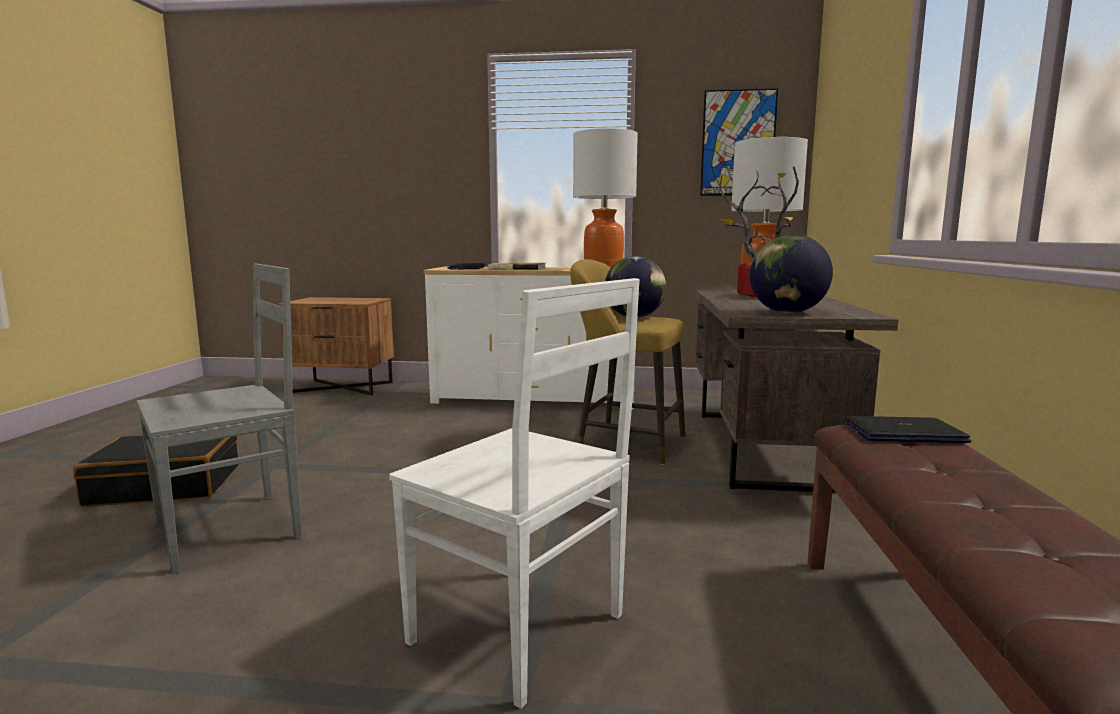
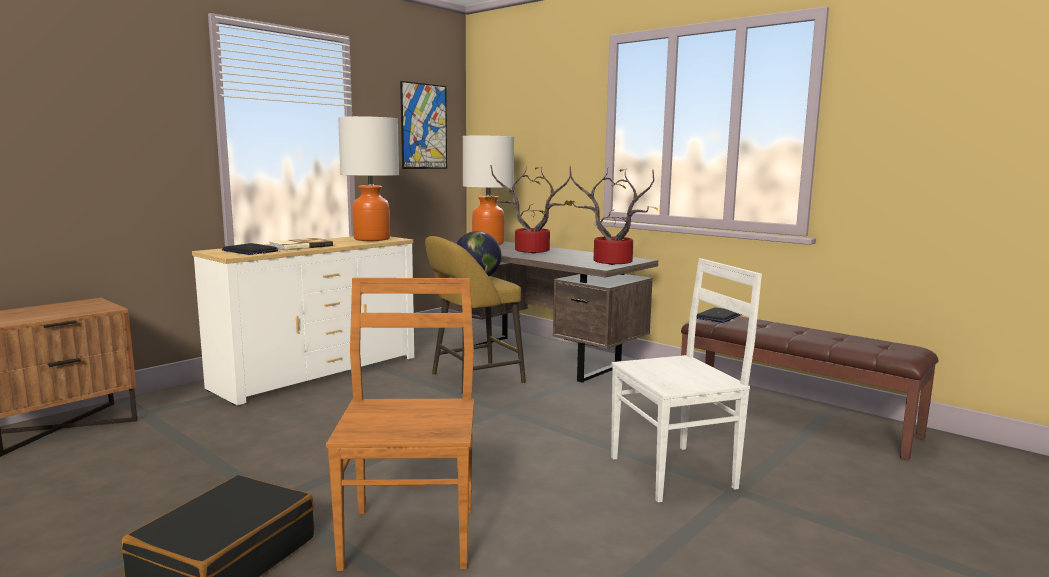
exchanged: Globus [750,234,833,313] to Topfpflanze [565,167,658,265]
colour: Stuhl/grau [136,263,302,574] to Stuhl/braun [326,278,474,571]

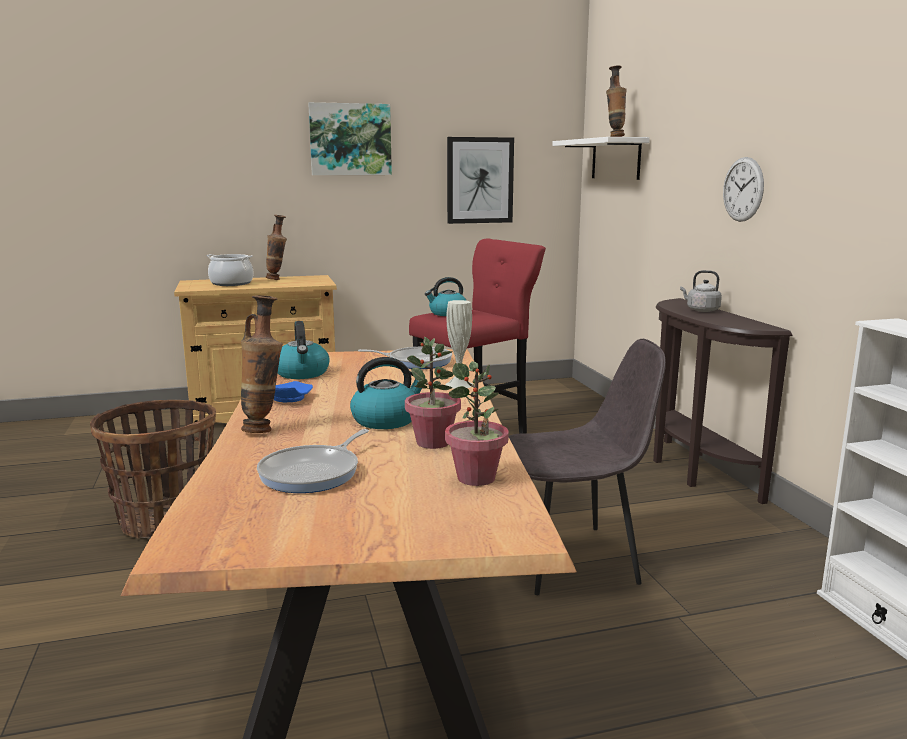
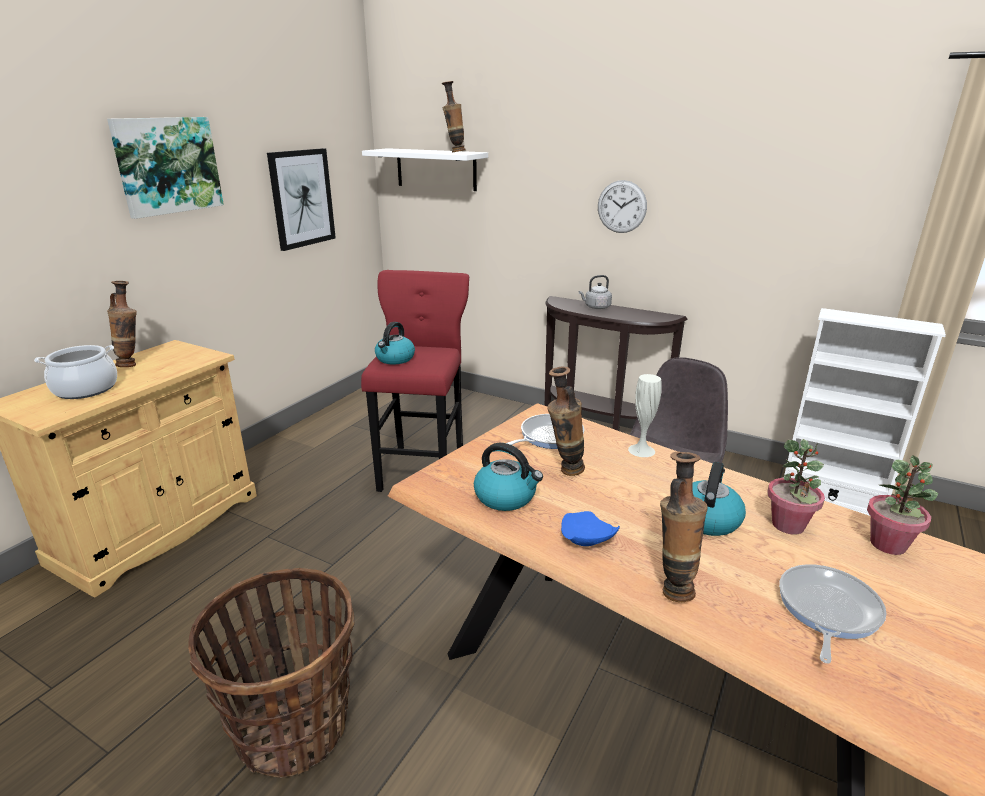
appeared: Vase [547,367,585,476]
spun: Pfanne [257,429,369,493] = [779,564,887,664] 135 degrees counterclockwise

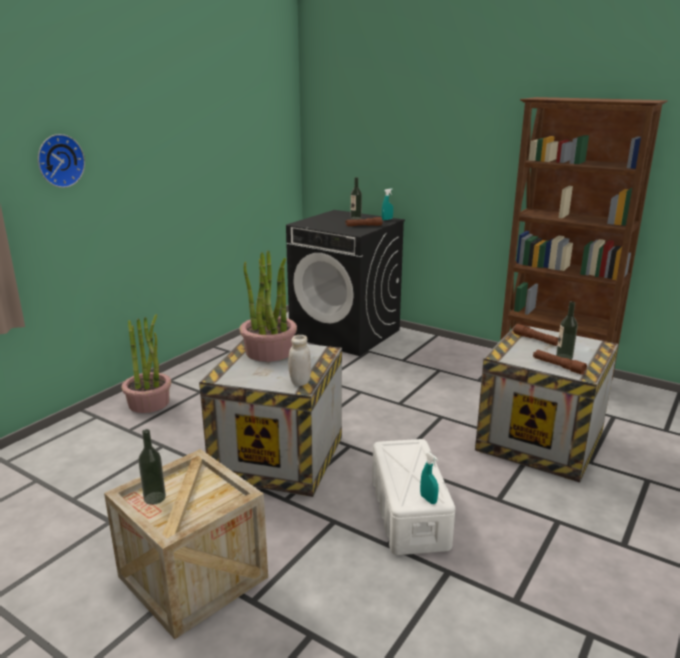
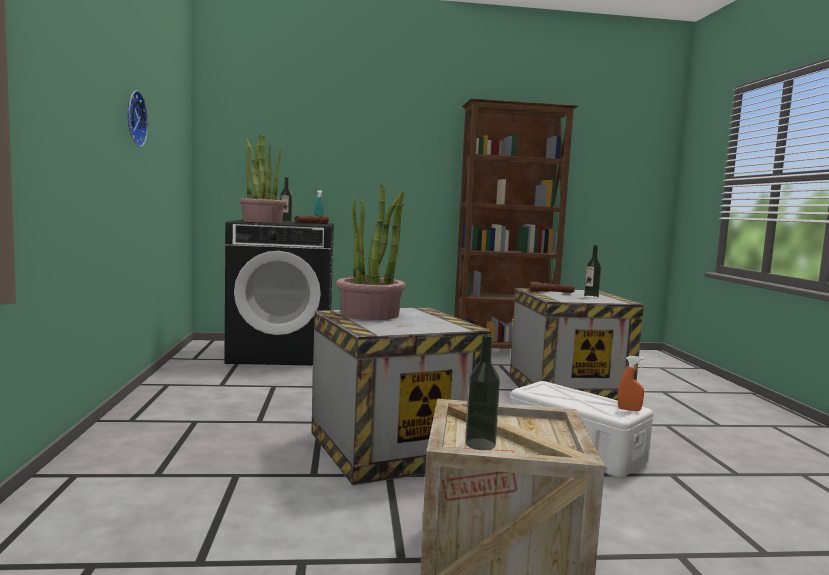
missing: Vorratsglas/weiß [288,335,311,386]; Taschenlampe/braun [533,350,587,375]
relocated: Wanduhr [38,134,85,188] to [127,90,148,147]; Topfpflanze [121,314,171,413] to [239,134,287,223]
colour: Sprühflasche/türkis [420,452,439,504] to Sprühflasche/orange [618,356,644,411]

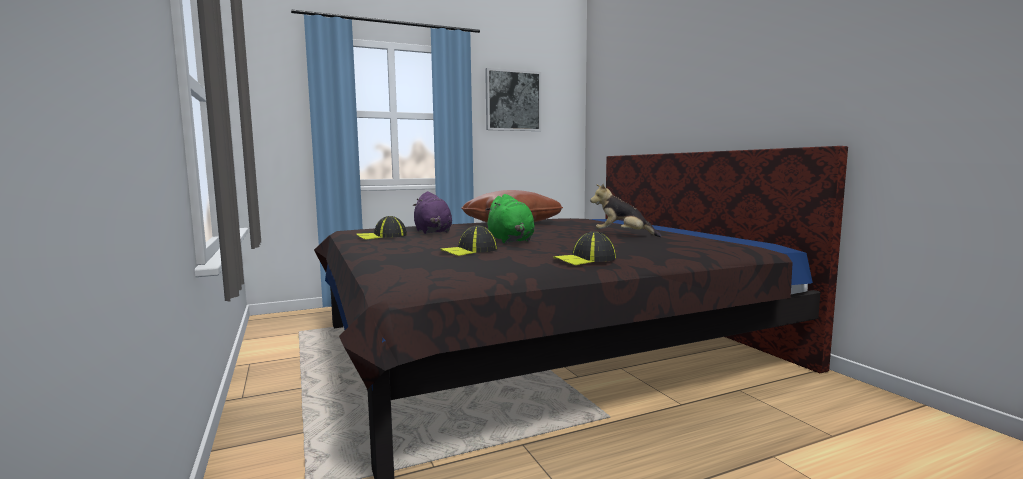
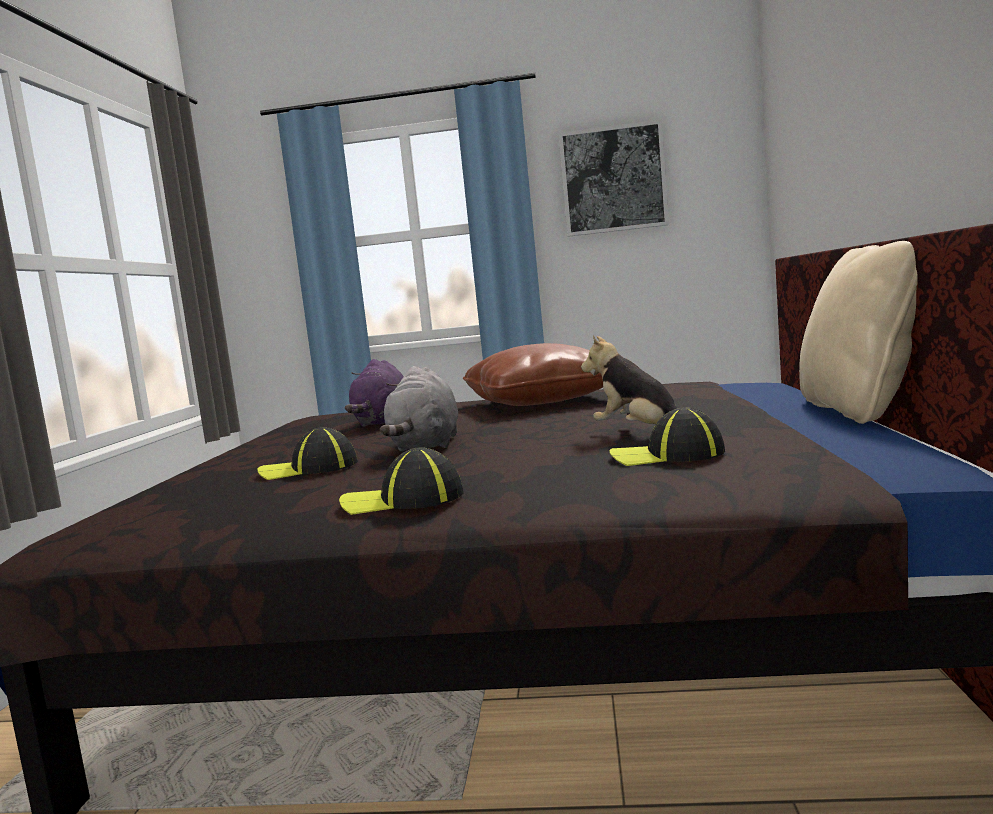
appeared: Kissen/beige [799,241,918,424]
relocated: Kappe [356,216,407,240] to [609,407,725,466]
colour: Plüschtier/grün [485,194,535,243] to Plüschtier/grau [380,366,458,451]

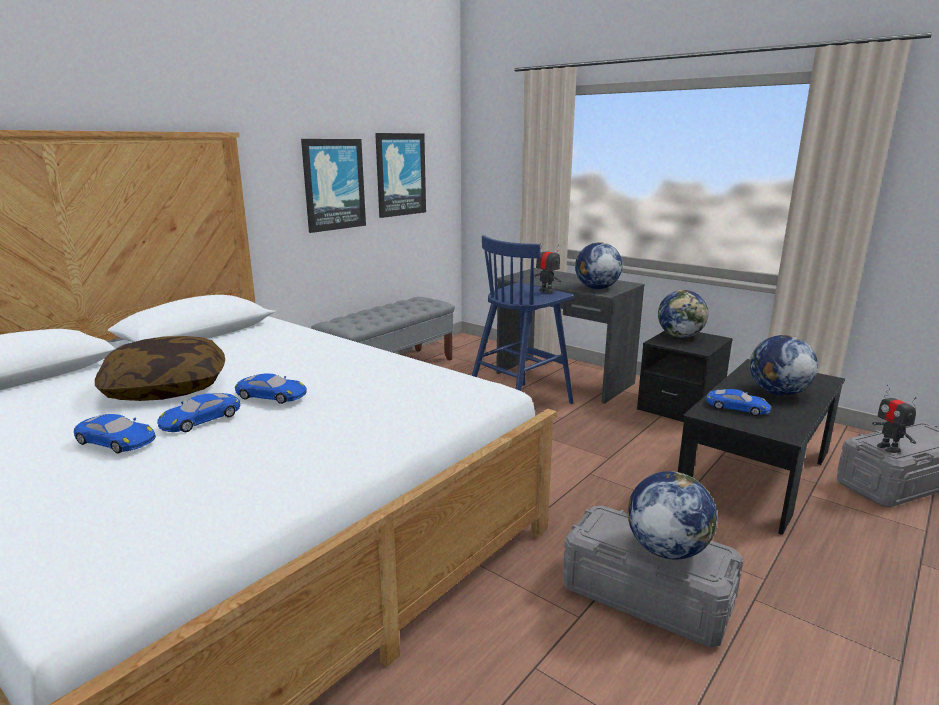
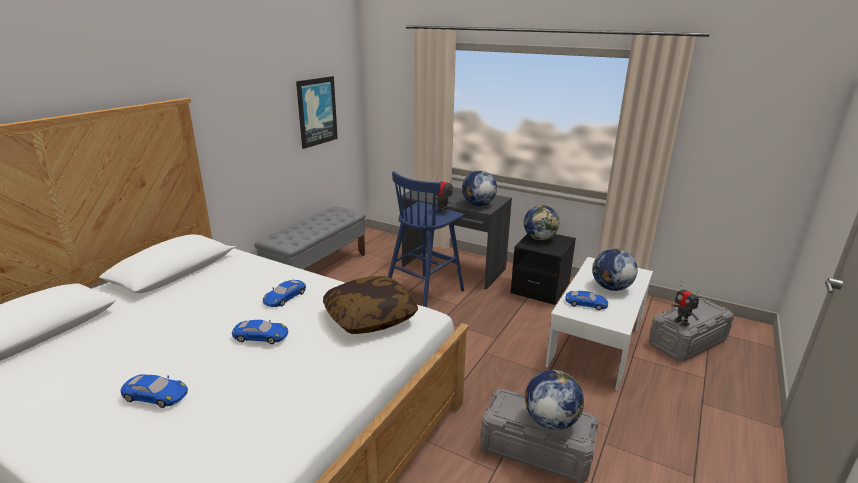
missing: Bild [301,139,366,233]
relocated: Kissen [95,336,225,401] to [323,276,418,334]; Spielzeugauto/blau [157,393,240,432] to [263,280,306,307]
colour: Couchtisch/schwarz [678,359,845,535] to Couchtisch/weiß [545,257,653,391]

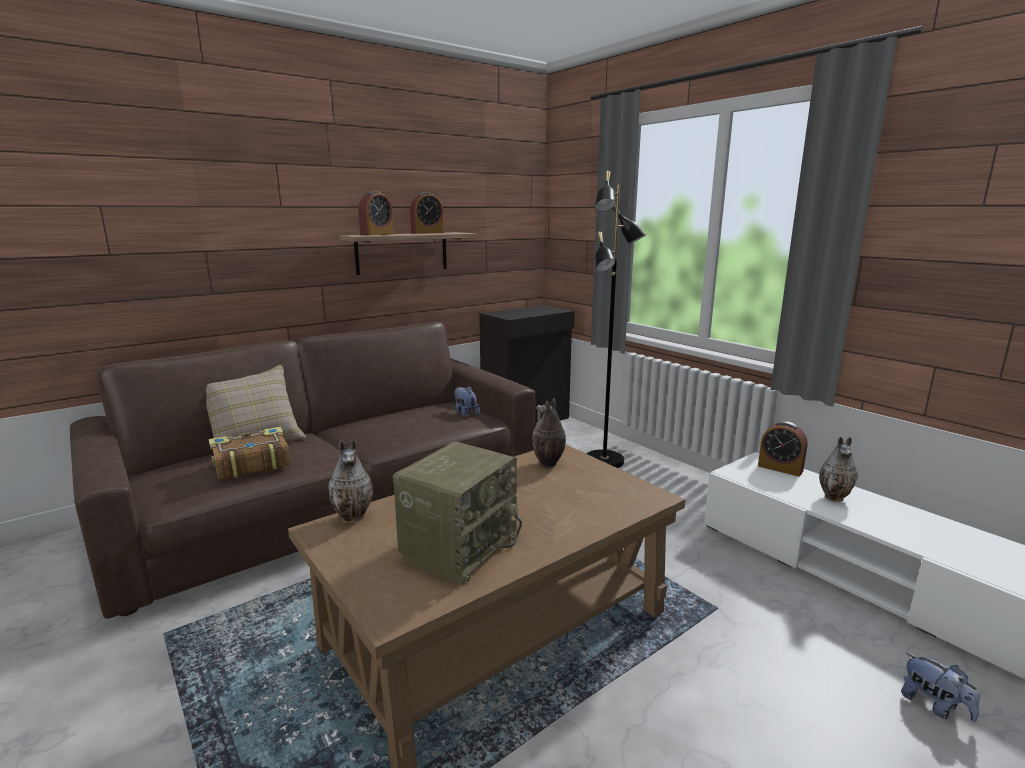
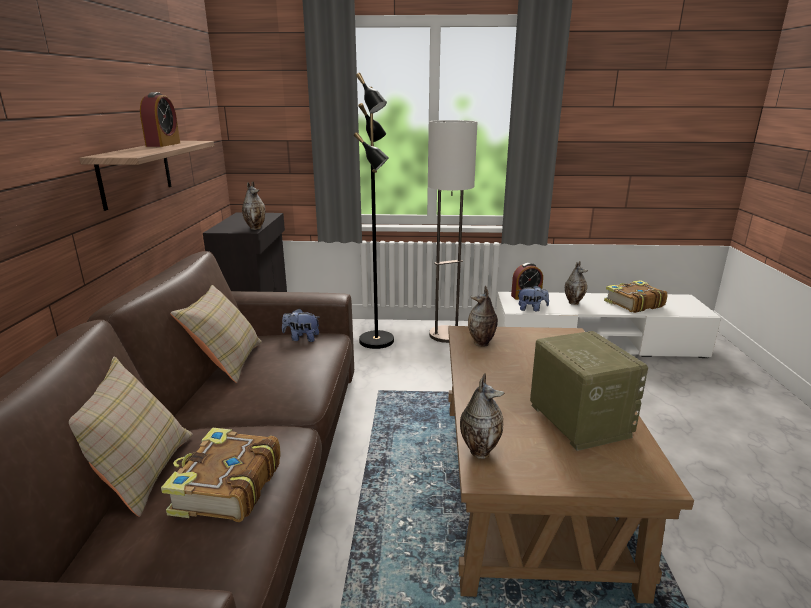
missing: Wecker [358,191,394,235]
appeared: Stehlampe [428,120,477,343]; Vase [242,181,265,230]; Buch [604,280,667,313]; Kissen/beige [170,285,262,383]
relocated: Plüschtier [901,653,980,722] to [517,285,549,311]

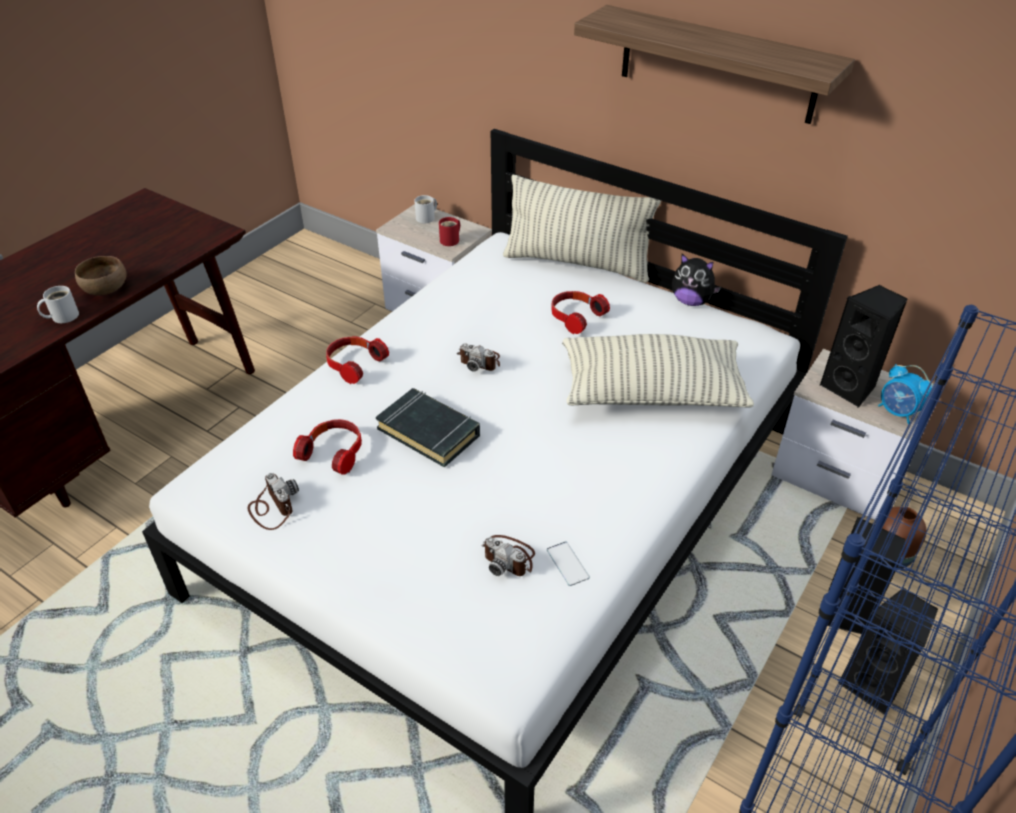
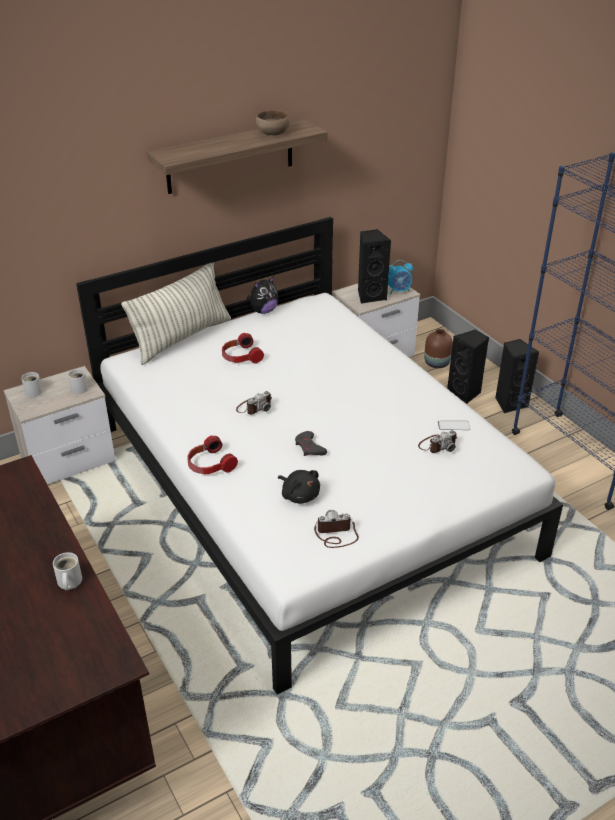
missing: Kissen [562,334,754,408]
relocated: Schüssel/braun [75,256,127,295] to [256,110,289,135]
exchanged: Buch/schwarz [376,388,480,468] to Gamepad/grau [295,431,327,456]; Kopfhörer [293,419,362,475] to Plüschtier/schwarz [278,470,320,504]
colour: Henkelbecher/rot [439,217,460,246] to Henkelbecher/weiß [68,369,88,394]

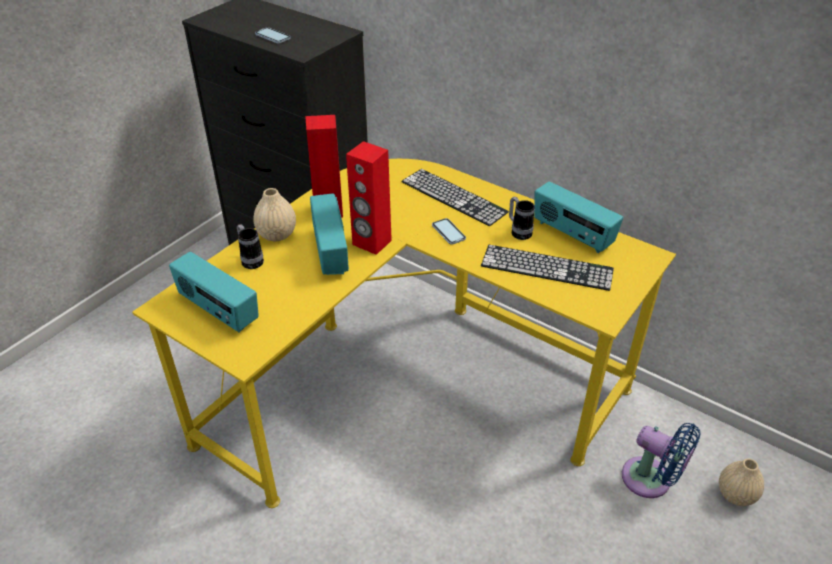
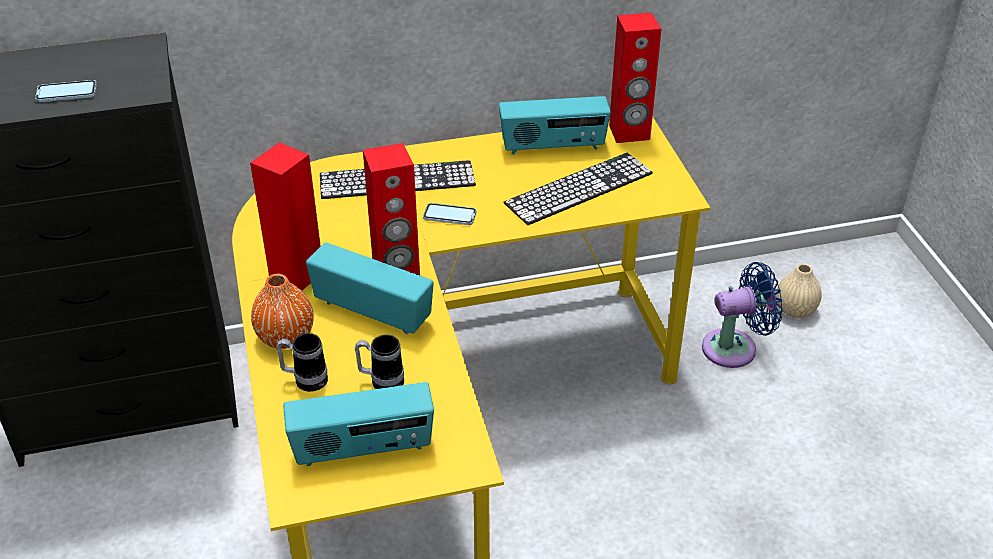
appeared: Lautsprecher/rot [609,13,662,143]
relocated: Henkelbecher [509,197,535,240] to [355,335,404,389]
colour: Vase/beige [253,188,296,241] to Vase/orange [251,274,314,349]

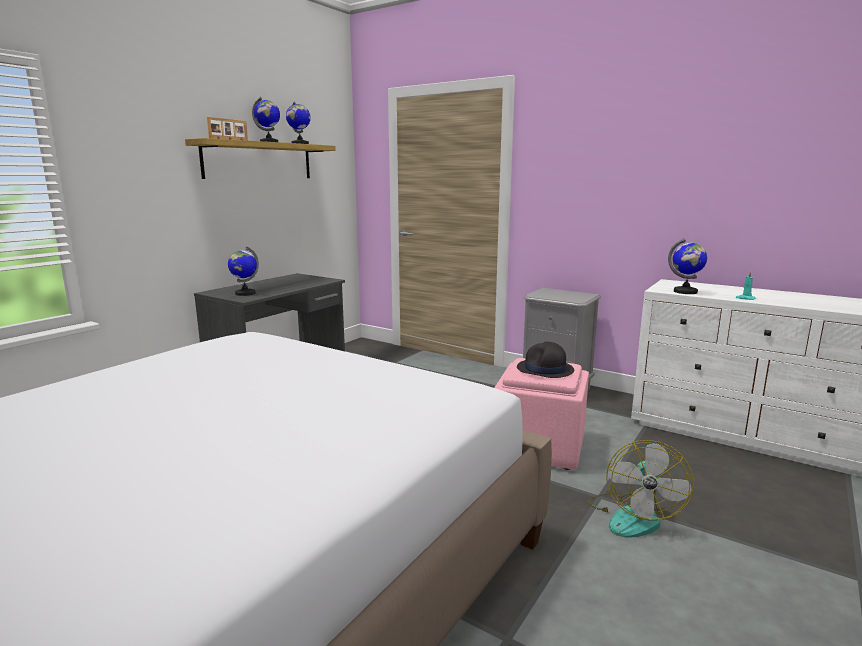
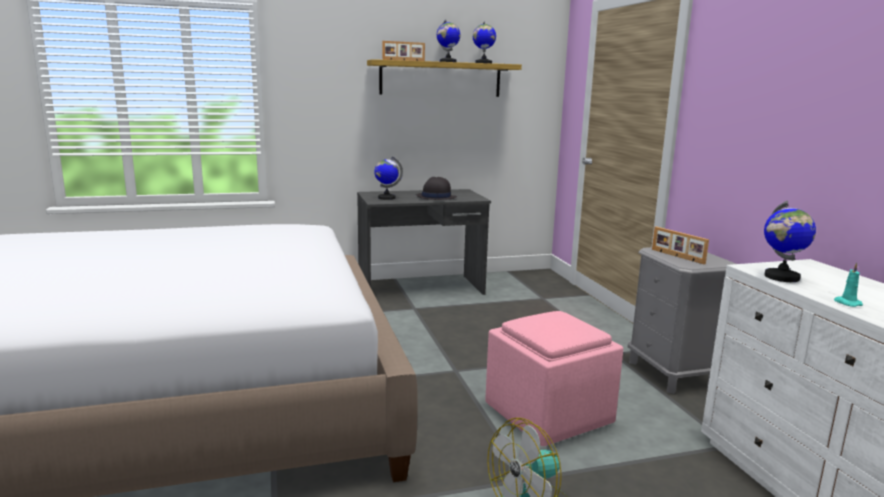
appeared: Bilderrahmen [652,227,709,264]
relocated: Hut/schwarz [517,341,574,378] to [416,177,457,200]

